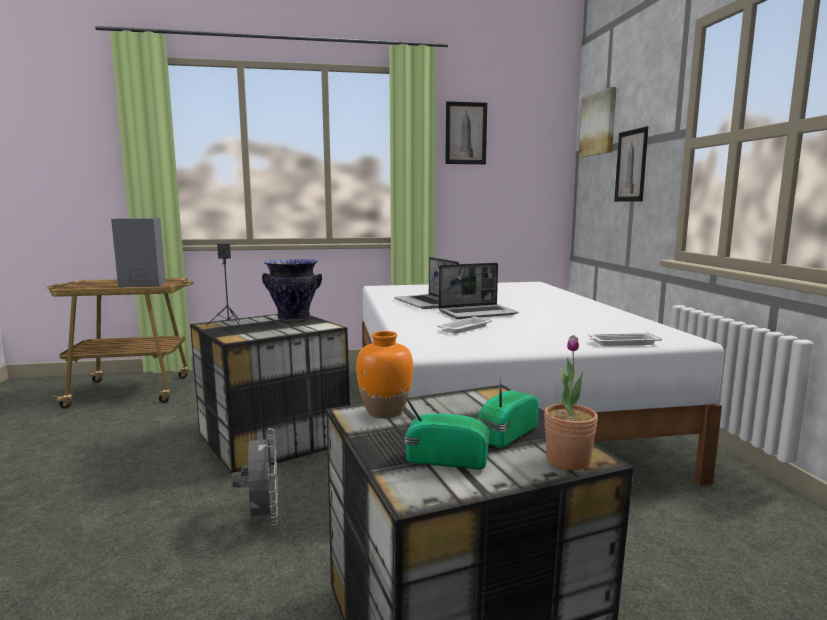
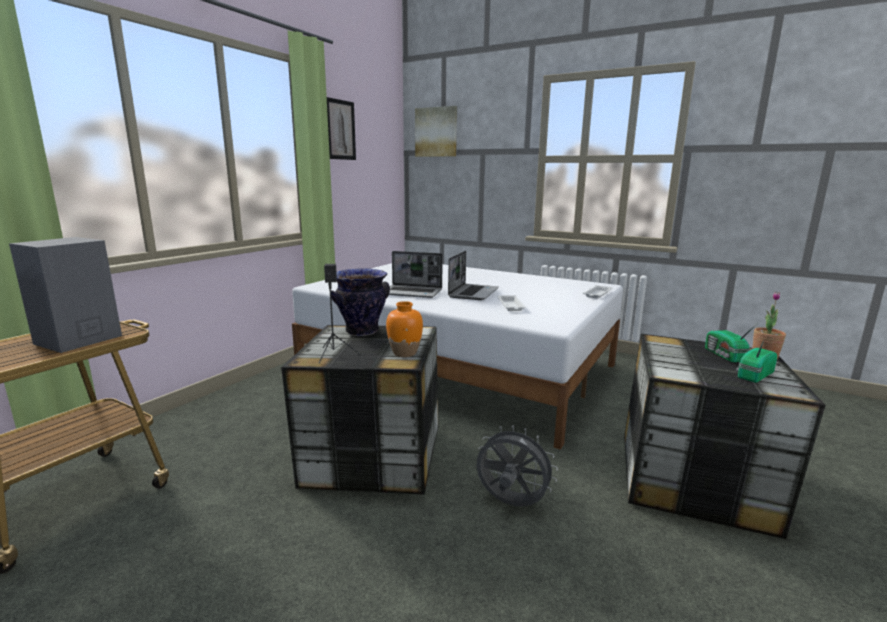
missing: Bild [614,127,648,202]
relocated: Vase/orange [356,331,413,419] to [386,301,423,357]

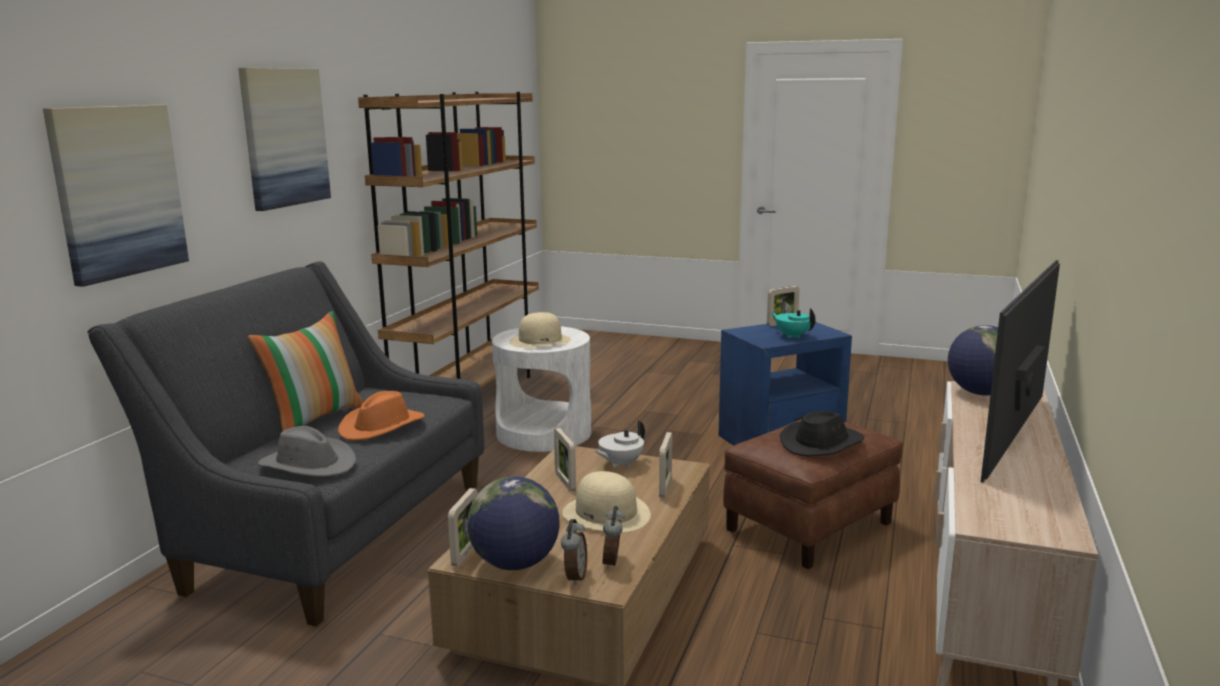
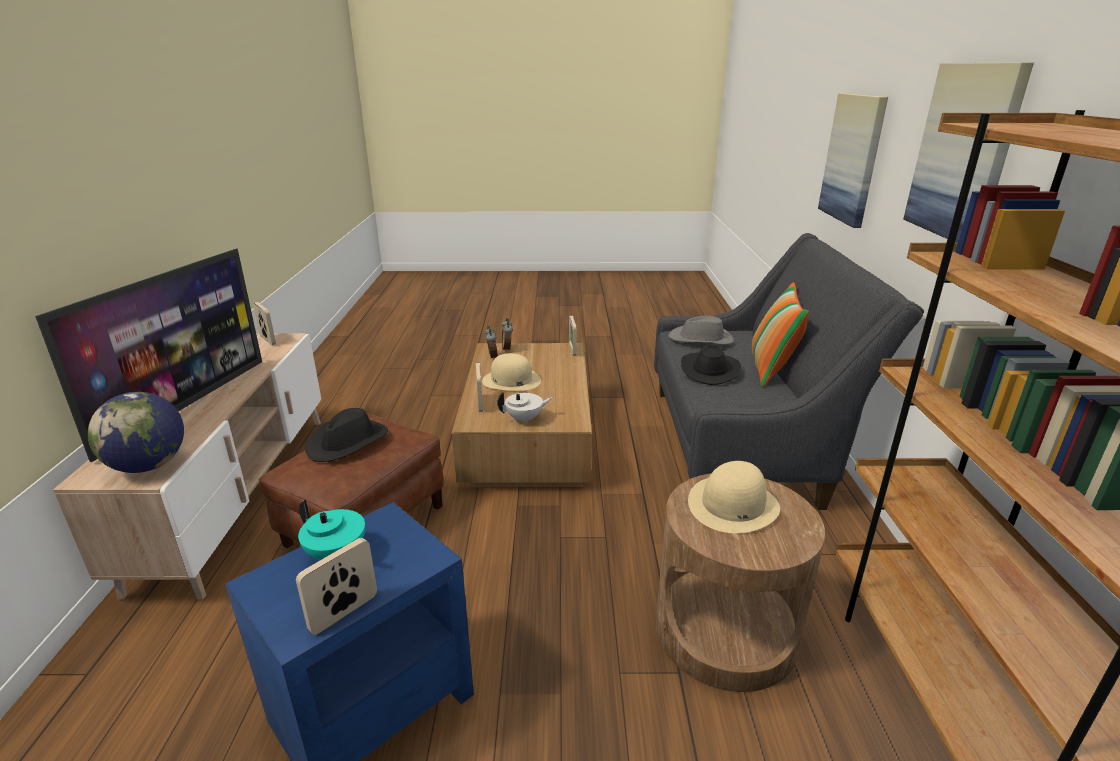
missing: Globus [467,476,560,570]
relocated: Bilderrahmen [554,428,576,492] to [253,302,276,345]
colour: Beistelltisch/weiß [492,326,591,452] to Beistelltisch/braun [656,473,825,692]; Hut/orange [338,391,425,441] to Hut/schwarz [681,344,741,385]
spun: Teekanne/weiß [594,420,645,467] = [497,392,553,424] 45 degrees clockwise

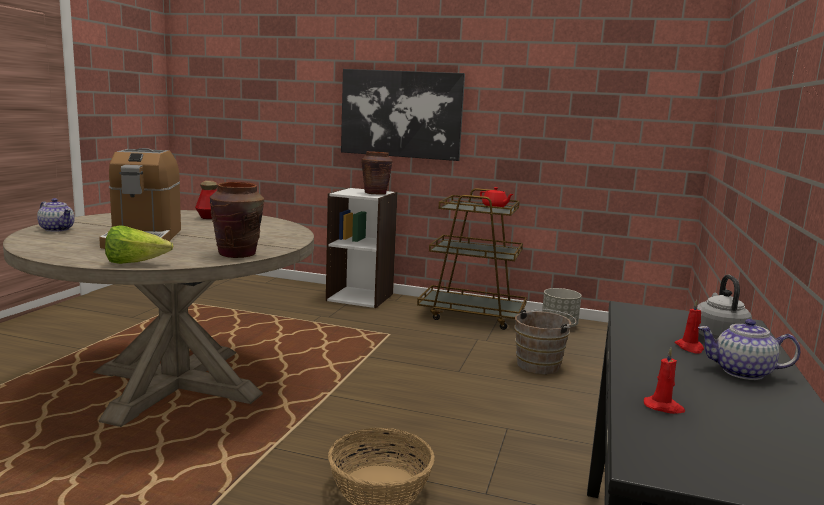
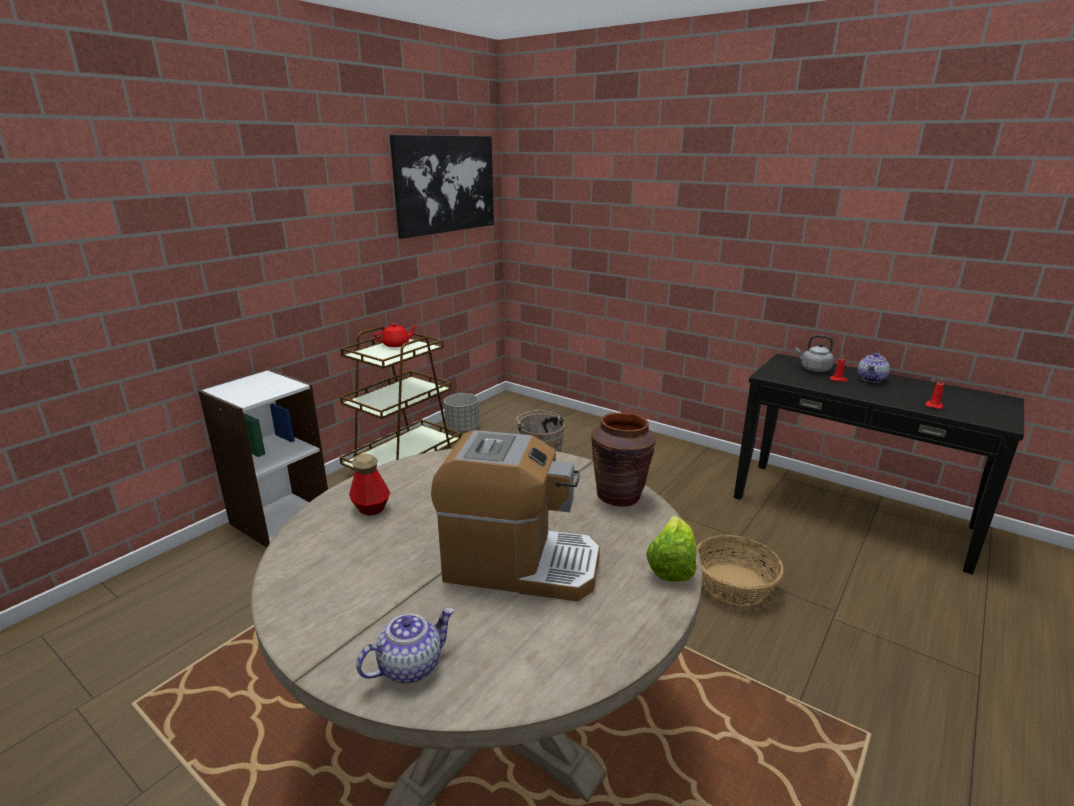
missing: Vase/braun [361,151,393,195]
relocated: Bild [341,69,465,161] to [390,135,494,239]

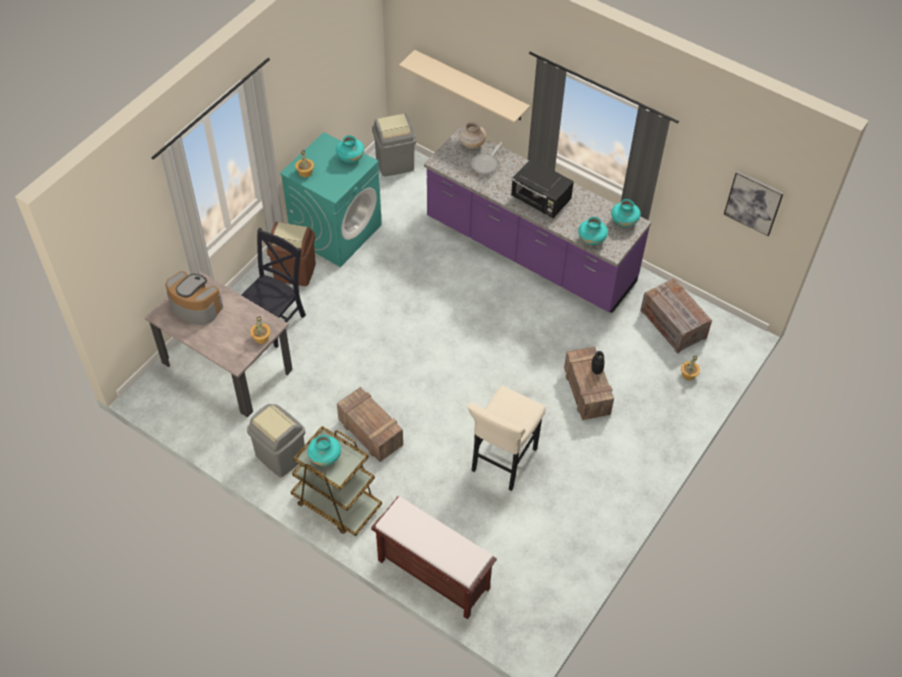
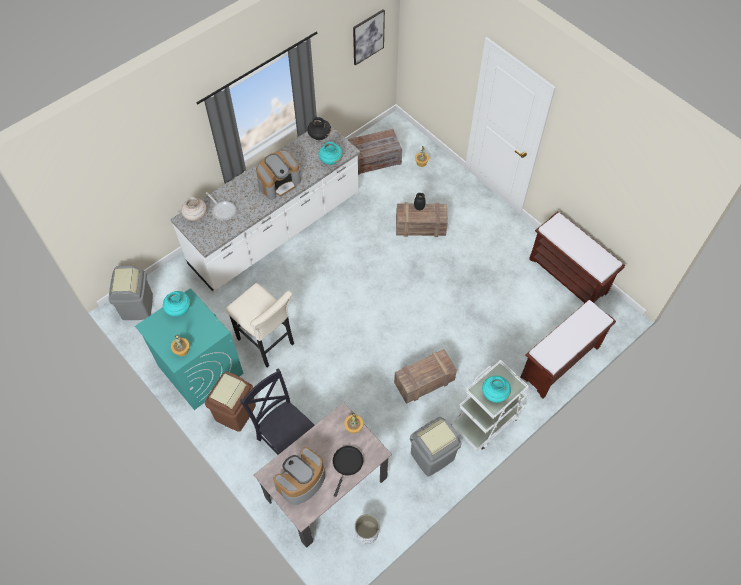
missing: Wandregal/beige [399,50,530,123]
appeared: Bank/braun [529,211,625,303]; Pfanne/schwarz [333,446,363,497]; Pflanzkübel/weiß [355,514,379,544]
relocated: Hocker/beige [467,386,546,491] to [226,283,294,367]
exchanged: Mikrowelle/schwarz [511,159,574,218] to Kaffeemaschine [256,151,301,200]
colour: Küchenzeile/lila [424,127,651,313] to Küchenzeile/weiß [170,125,360,291]; Vase/türkis [611,199,641,227] to Vase/schwarz [307,117,331,140]; Rollwagen/braun [291,426,382,536] to Rollwagen/weiß [451,360,529,451]

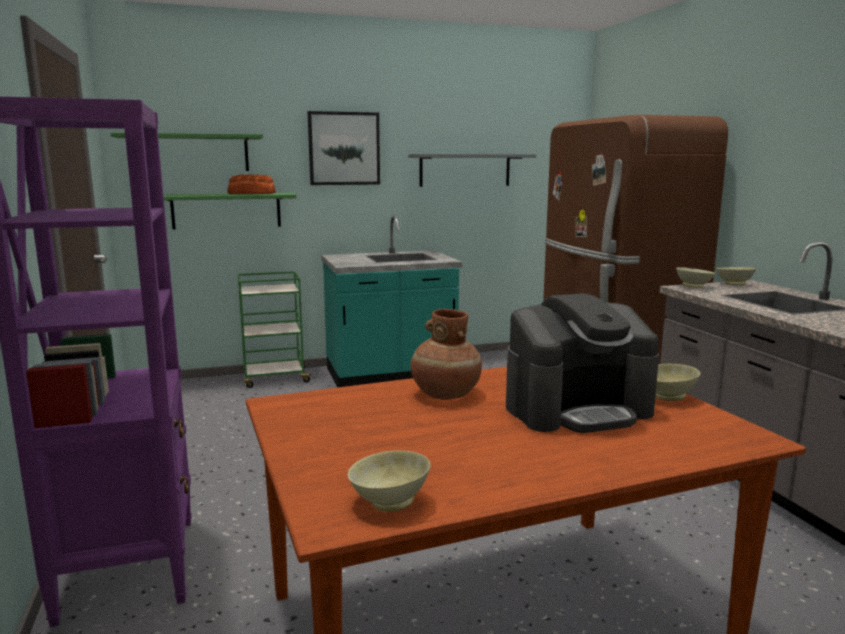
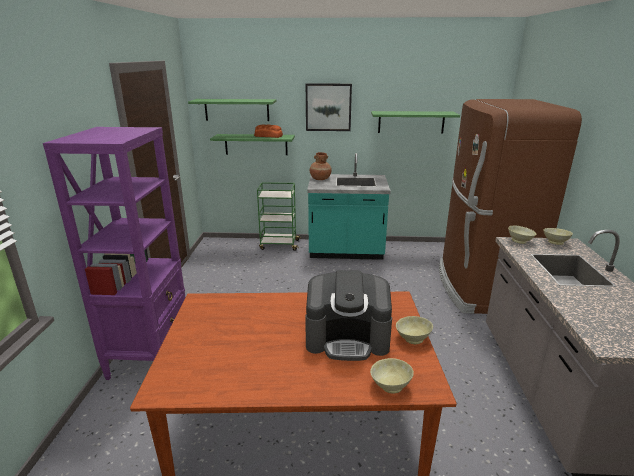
relocated: Vase/braun [411,309,482,399] to [310,152,332,180]; Schüssel/beige [348,451,431,512] to [370,358,414,394]
colour: Wandregal/grau [408,154,537,187] to Wandregal/grün [371,111,460,133]

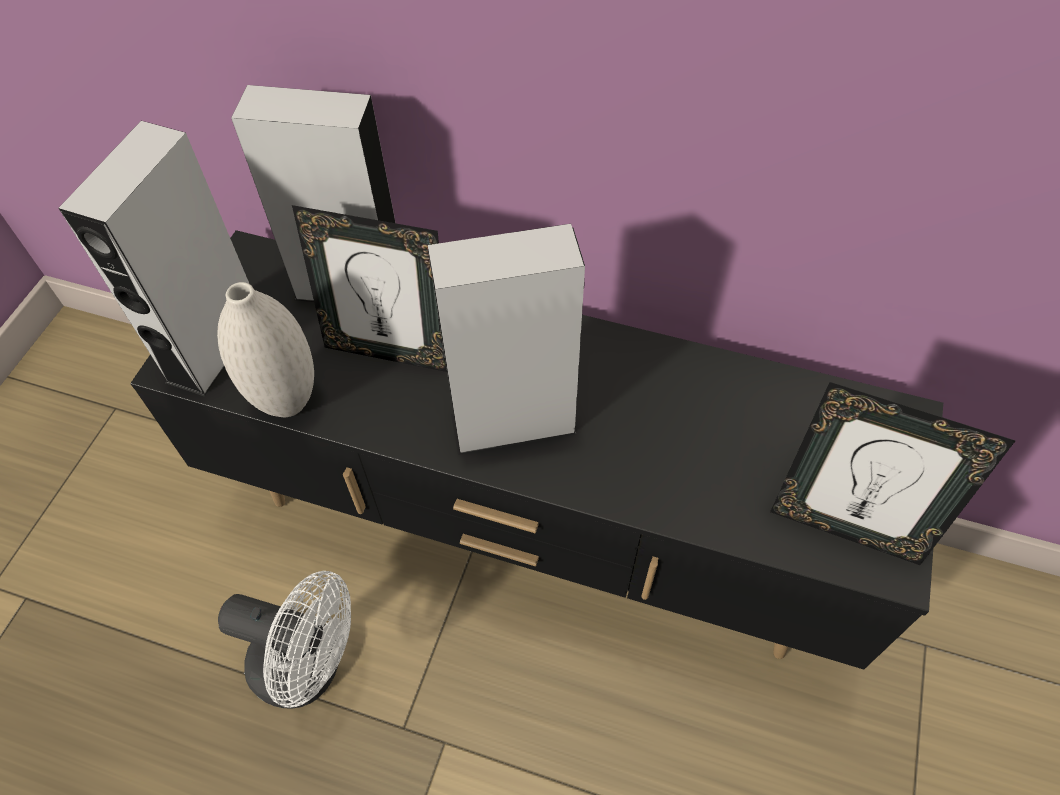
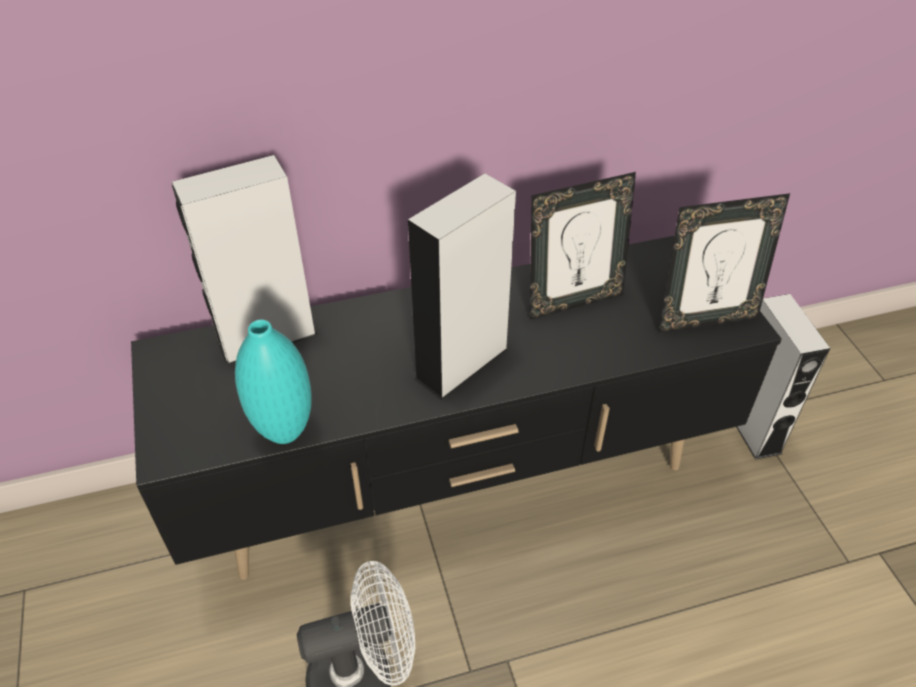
relocated: Lautsprecher/grau [59,121,249,396] to [737,294,830,460]; Bilderrahmen [292,205,447,372] to [530,172,636,320]
colour: Vase/weiß [217,282,314,417] to Vase/türkis [235,320,312,444]

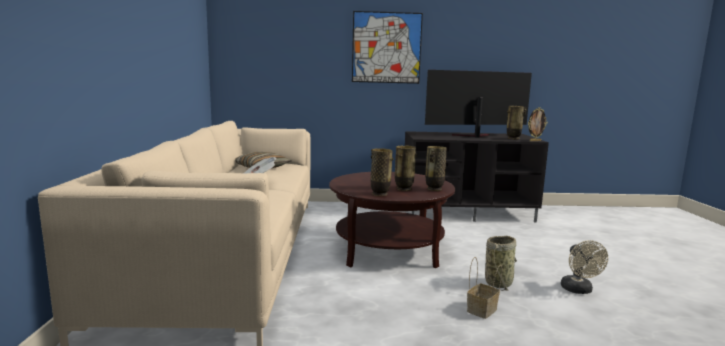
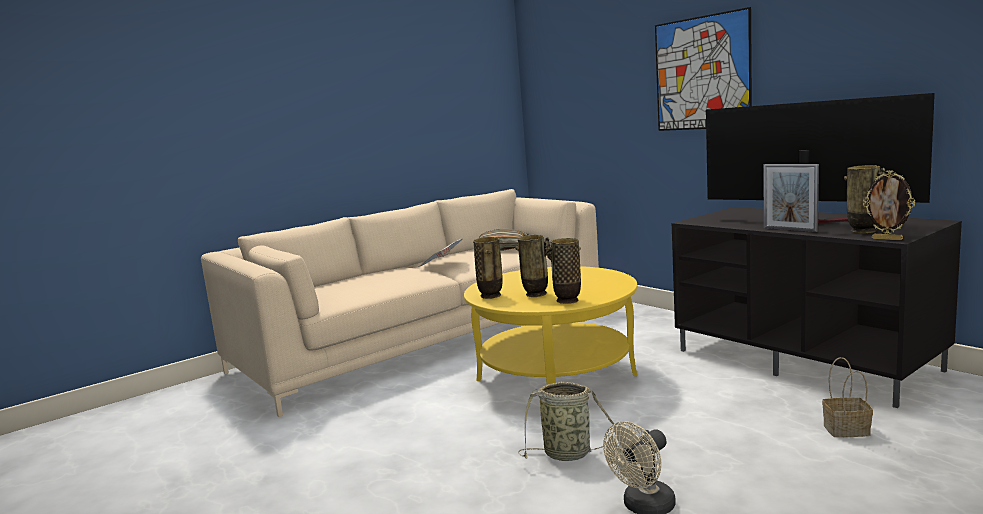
appeared: Bilderrahmen [764,164,819,232]
relocated: Korb [467,257,502,319] to [822,357,873,437]
colour: Couchtisch/braun [329,172,455,268] to Couchtisch/gelb [464,266,637,385]

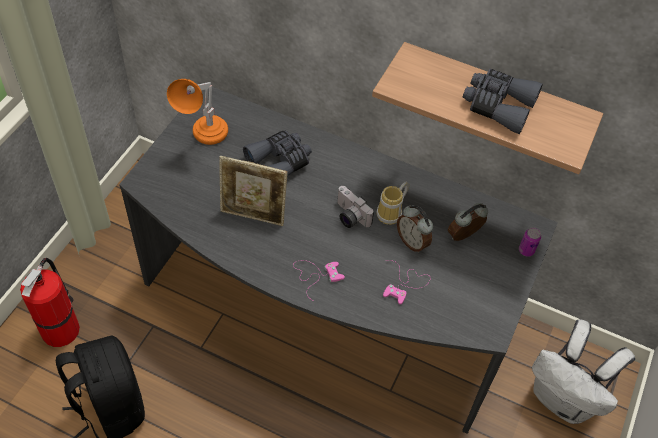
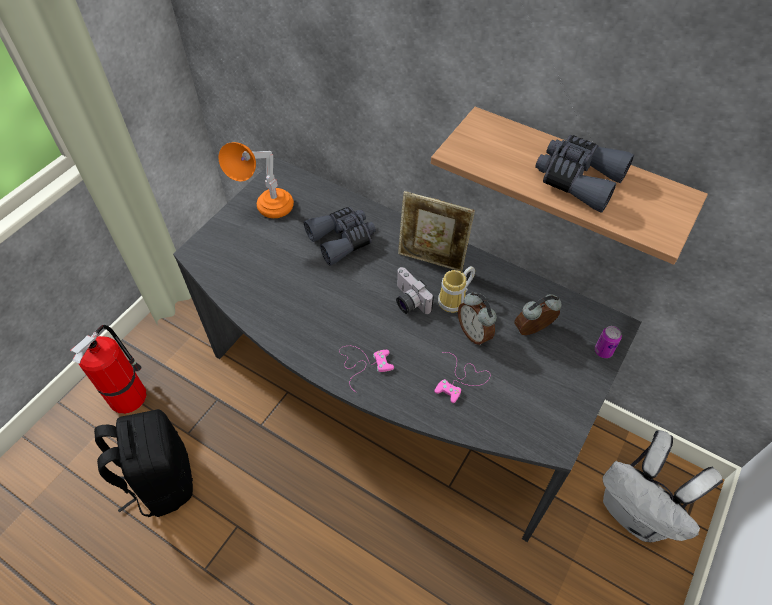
relocated: Bilderrahmen [219,155,288,226] to [398,191,475,272]

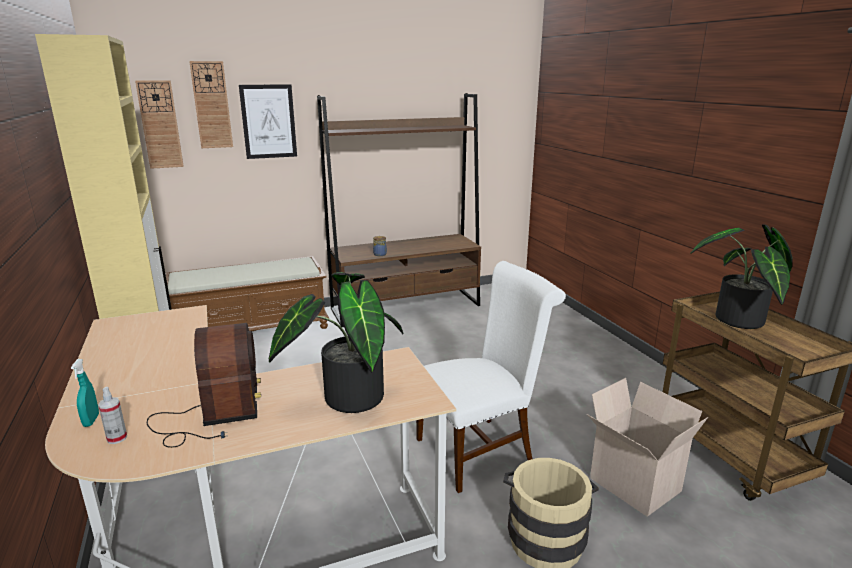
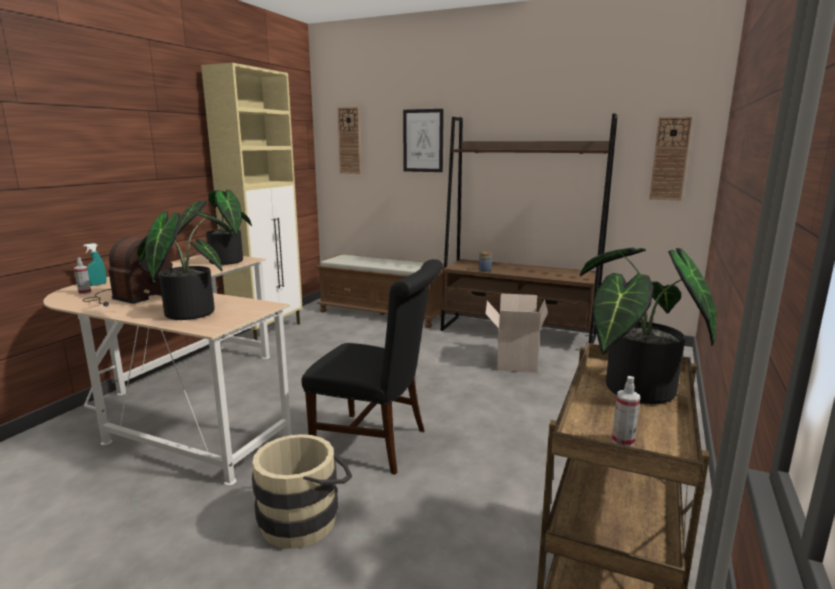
appeared: Topfpflanze [177,190,252,265]; Sprühflasche [612,376,640,447]
relocated: Wanduhr [189,61,233,148] to [649,117,693,201]; Karton [587,378,708,516] to [485,293,548,373]
colour: Stuhl/weiß [416,261,566,493] to Stuhl/schwarz [301,259,443,475]

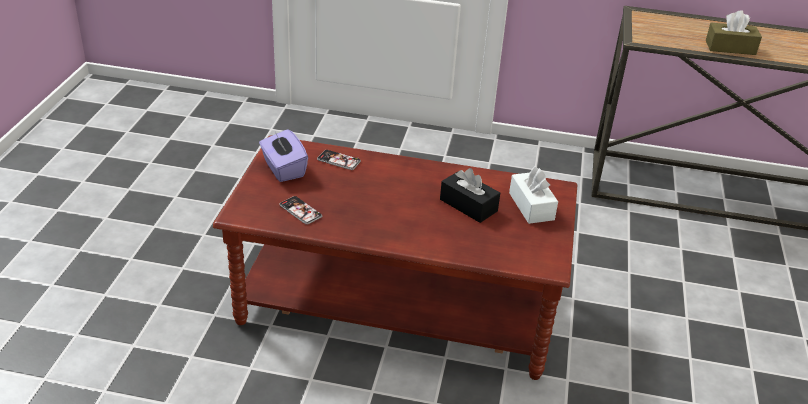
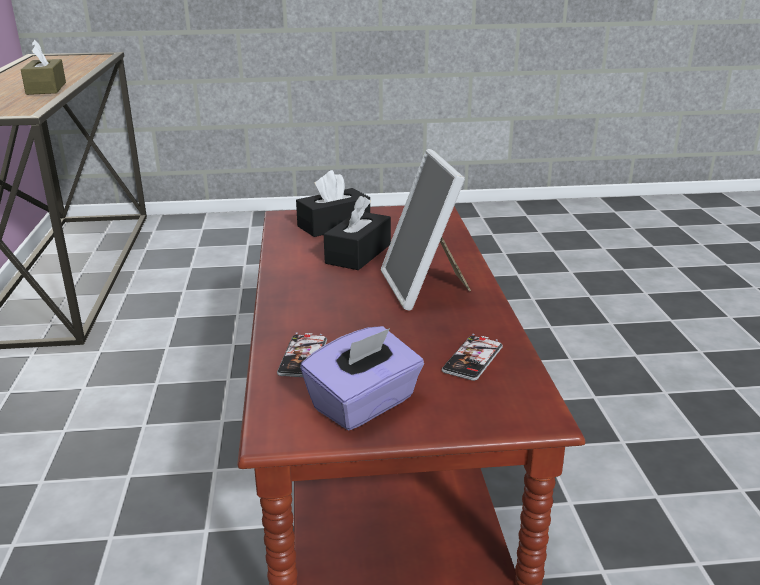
appeared: Bilderrahmen [381,149,471,310]
colour: Taschentuchbox/weiß [509,166,558,224] to Taschentuchbox/schwarz [296,170,370,237]

